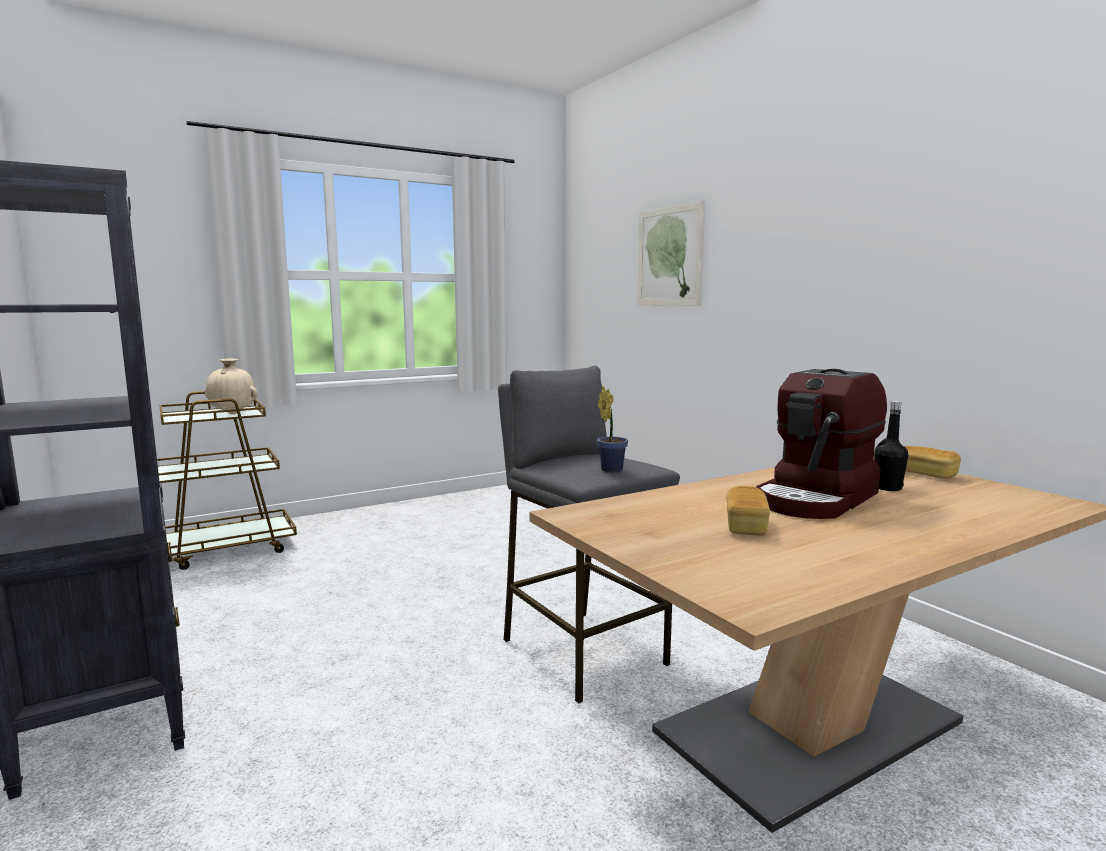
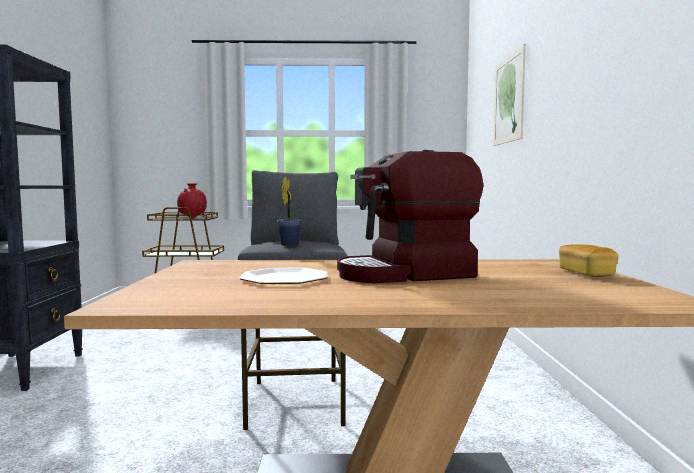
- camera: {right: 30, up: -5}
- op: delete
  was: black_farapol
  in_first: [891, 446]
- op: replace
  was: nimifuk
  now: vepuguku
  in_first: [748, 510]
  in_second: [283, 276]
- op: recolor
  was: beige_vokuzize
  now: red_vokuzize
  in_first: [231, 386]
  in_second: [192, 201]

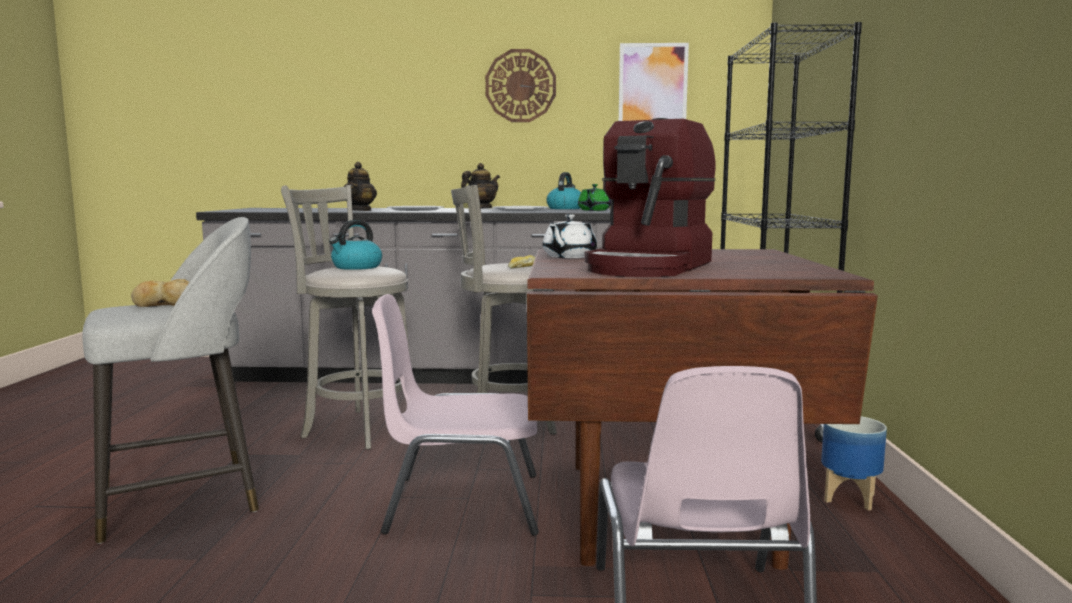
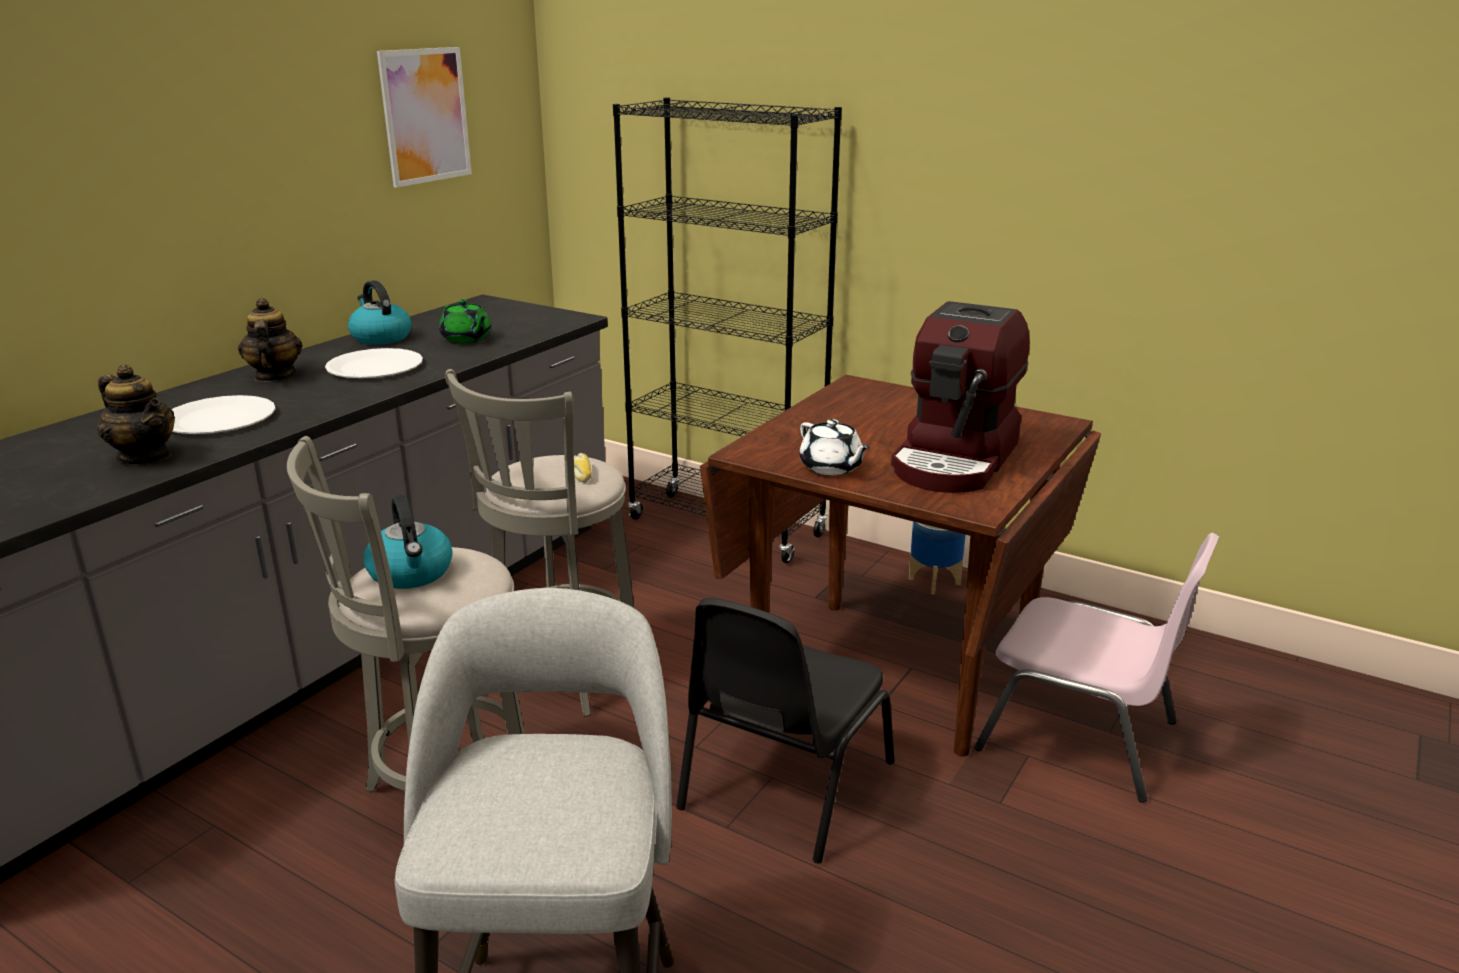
- camera: {right: -60, up: 15}
- op: delete
  was: nimifuk
  in_first: [160, 293]
- op: delete
  was: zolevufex
  in_first: [520, 85]
- op: recolor
  was: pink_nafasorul
  now: black_nafasorul
  in_first: [455, 415]
  in_second: [785, 730]
- op: rotate
  was: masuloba
  in_first: [650, 197]
  in_second: [960, 397]
  clockwise: 60

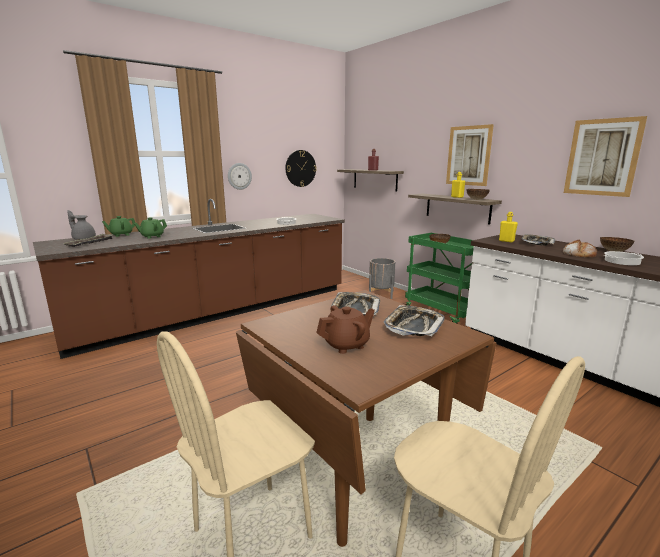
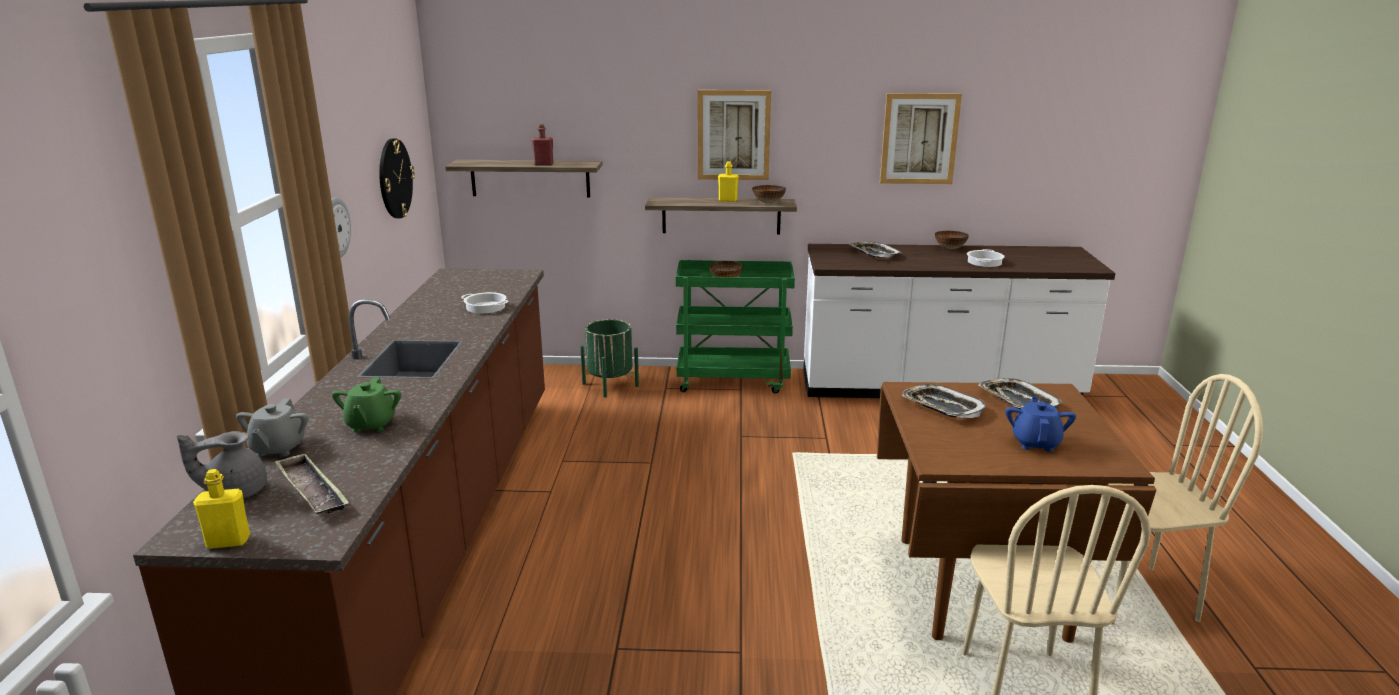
- camera: {right: -50, up: 5}
- op: delete
  was: nimifuk
  in_first: [580, 248]
- op: move
  was: yellow_farapol
  in_first: [508, 227]
  in_second: [221, 509]
- op: recolor
  was: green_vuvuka
  now: grey_vuvuka
  in_first: [118, 226]
  in_second: [272, 427]
- op: recolor
  was: brown_vuvuka
  now: blue_vuvuka
  in_first: [345, 329]
  in_second: [1040, 424]
- op: recolor
  was: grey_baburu
  now: green_baburu
  in_first: [382, 278]
  in_second: [609, 358]

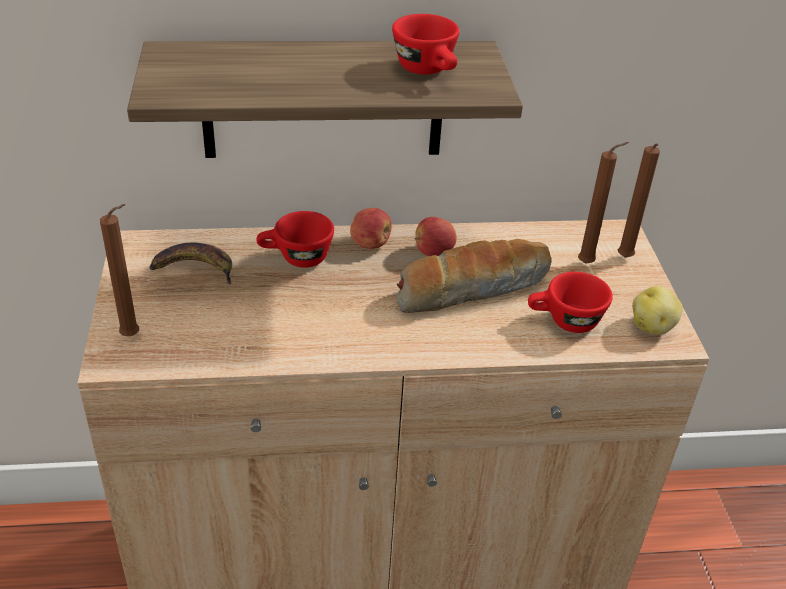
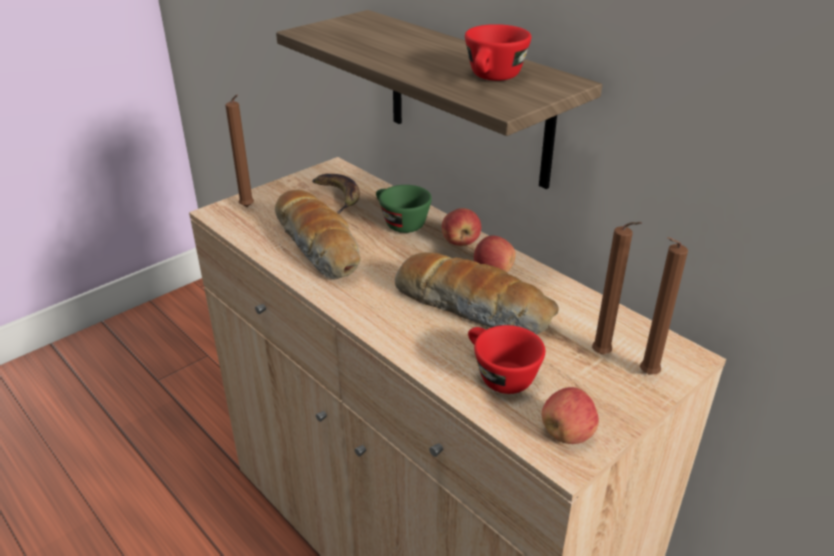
- camera: {right: 55, up: -5}
- op: insert
  now: nimifuk
  in_second: [318, 235]
- op: replace
  was: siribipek
  now: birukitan
  in_first: [657, 310]
  in_second: [570, 415]
- op: recolor
  was: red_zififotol
  now: green_zififotol
  in_first: [295, 239]
  in_second: [404, 209]

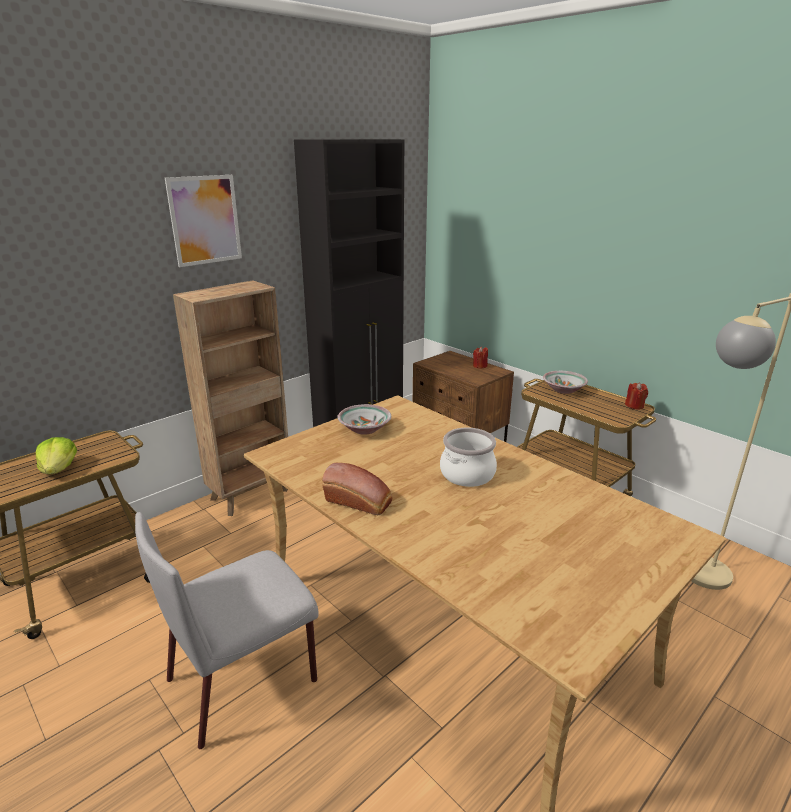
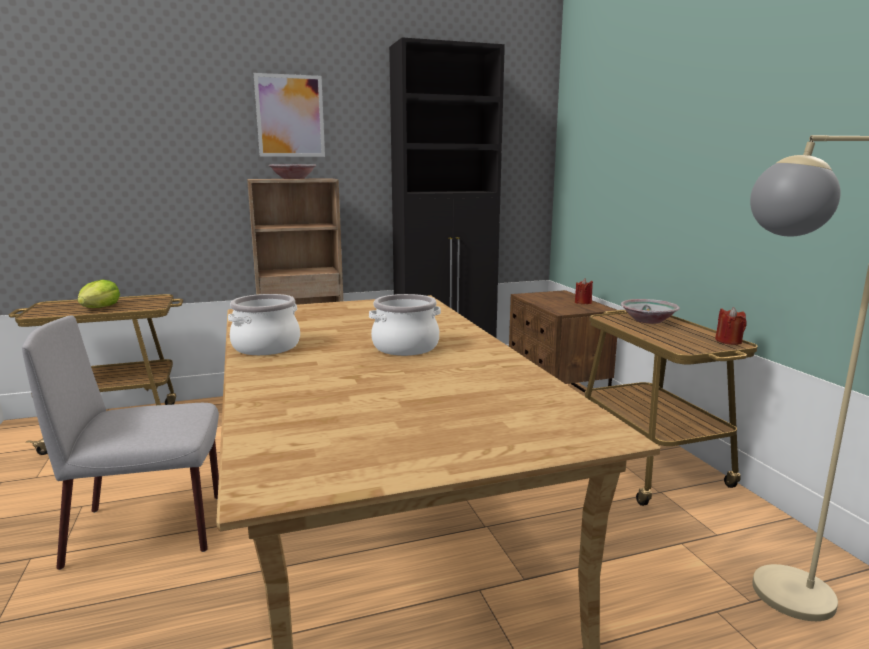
- camera: {right: 25, up: -10}
- op: move
  was: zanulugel
  in_first: [364, 419]
  in_second: [292, 171]
- op: replace
  was: nimifuk
  now: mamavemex
  in_first: [357, 489]
  in_second: [264, 324]

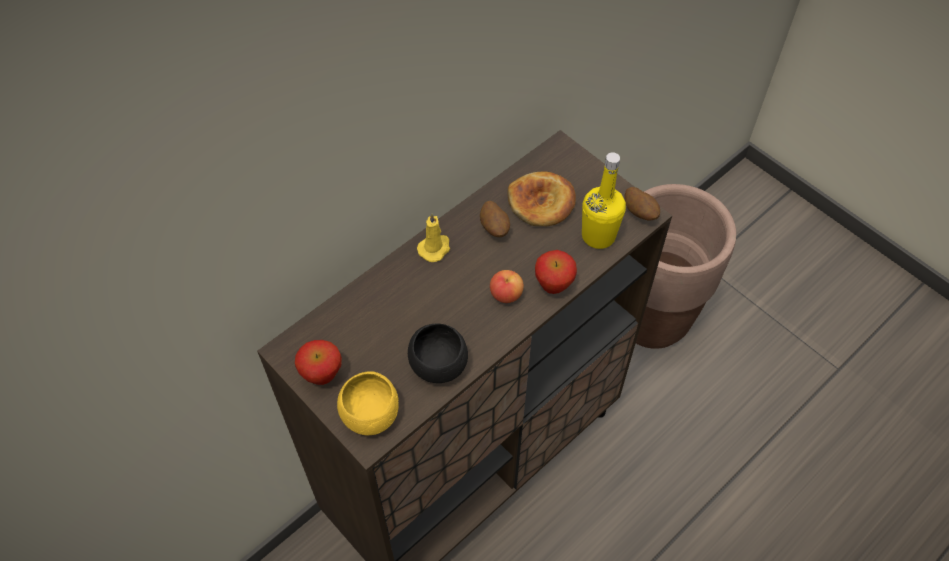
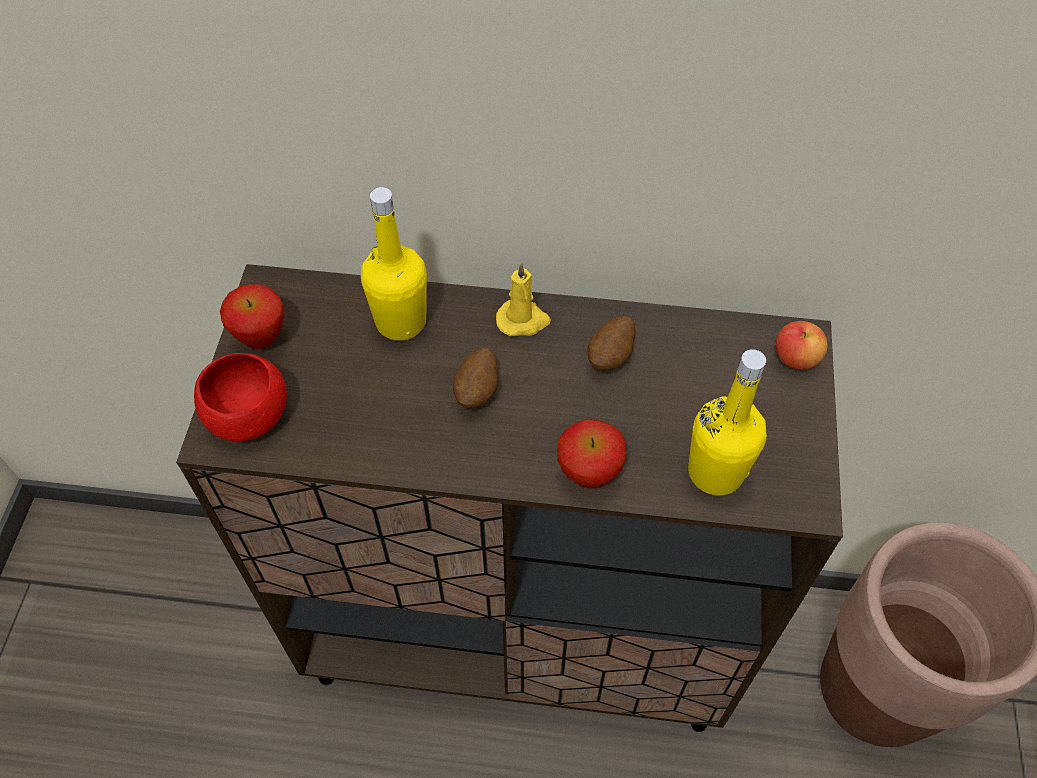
- camera: {right: 50, up: 0}
- op: delete
  was: black_zanulugel
  in_first: [438, 353]
- op: delete
  was: nimifuk
  in_first: [541, 198]
- op: insert
  now: yellow_farapol
  in_second: [394, 264]
- op: move
  was: birukitan
  in_first: [507, 286]
  in_second: [802, 345]
- op: move
  was: siribipek
  in_first: [642, 204]
  in_second: [475, 378]
- op: recolor
  was: yellow_zanulugel
  now: red_zanulugel
  in_first: [368, 403]
  in_second: [240, 397]

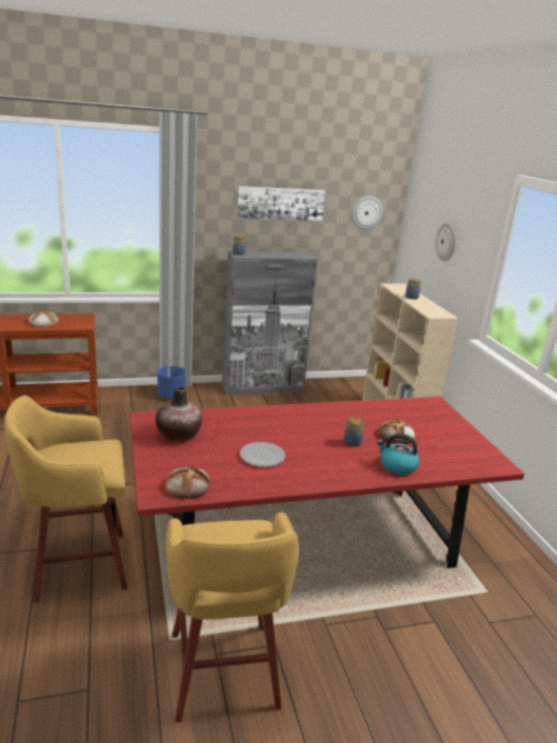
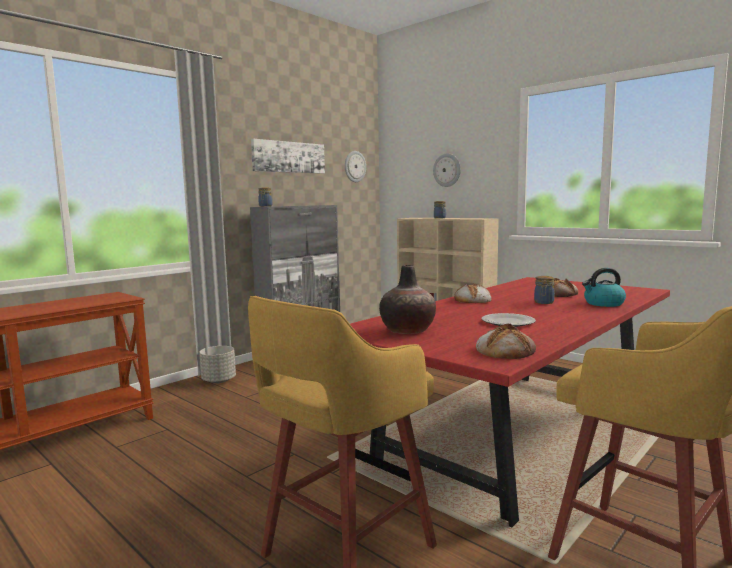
- camera: {right: -30, up: -15}
- op: move
  was: nimifuk
  in_first: [44, 318]
  in_second: [473, 293]
- op: recolor
  was: blue_baburu
  now: grey_baburu
  in_first: [171, 382]
  in_second: [217, 364]

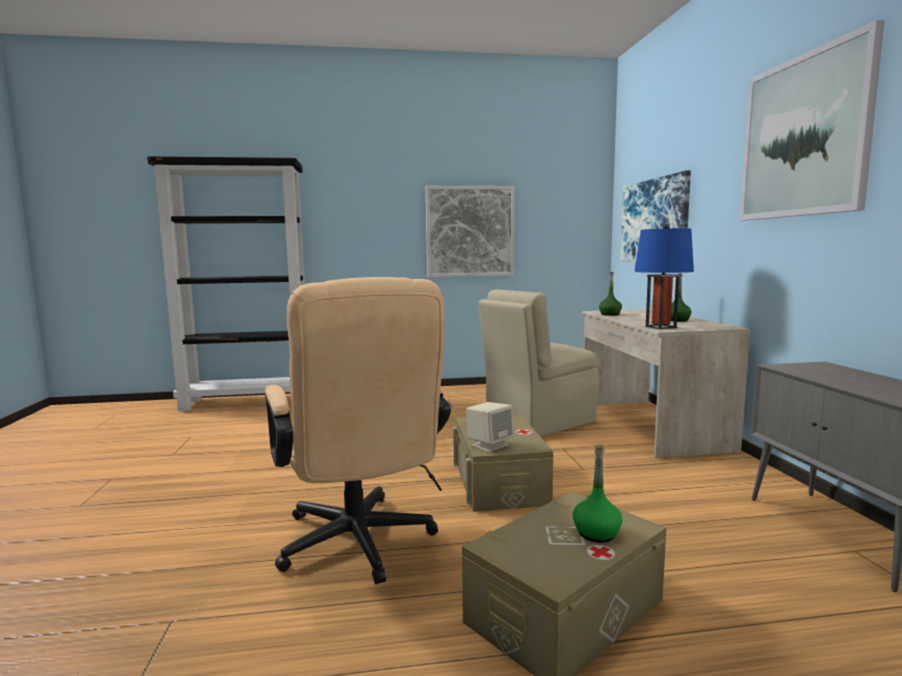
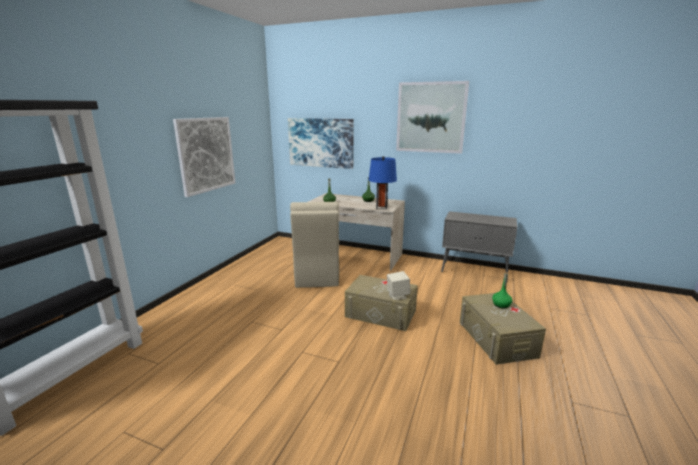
- camera: {right: -60, up: 10}
- op: delete
  was: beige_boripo
  in_first: [358, 430]

